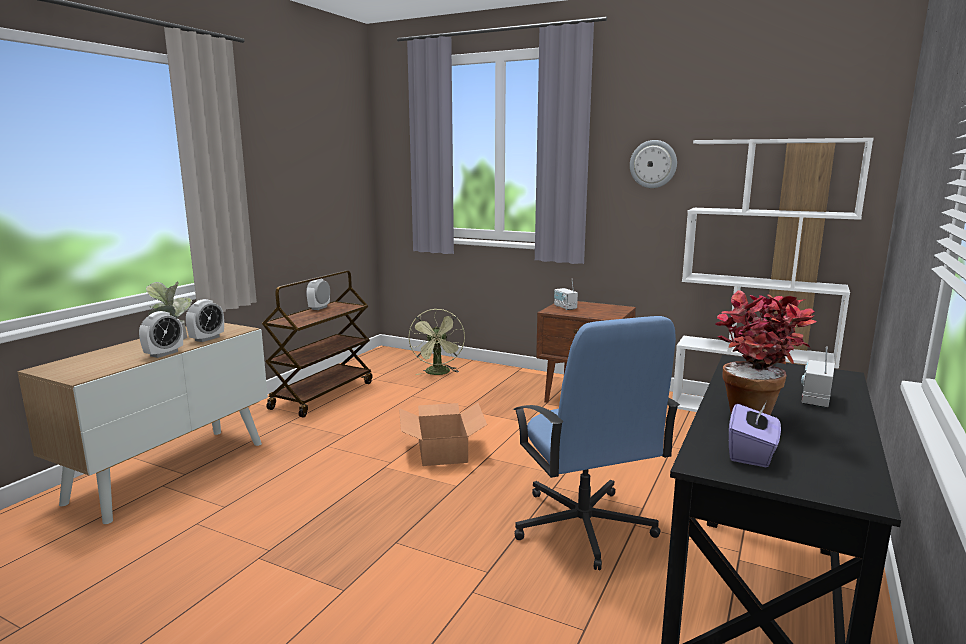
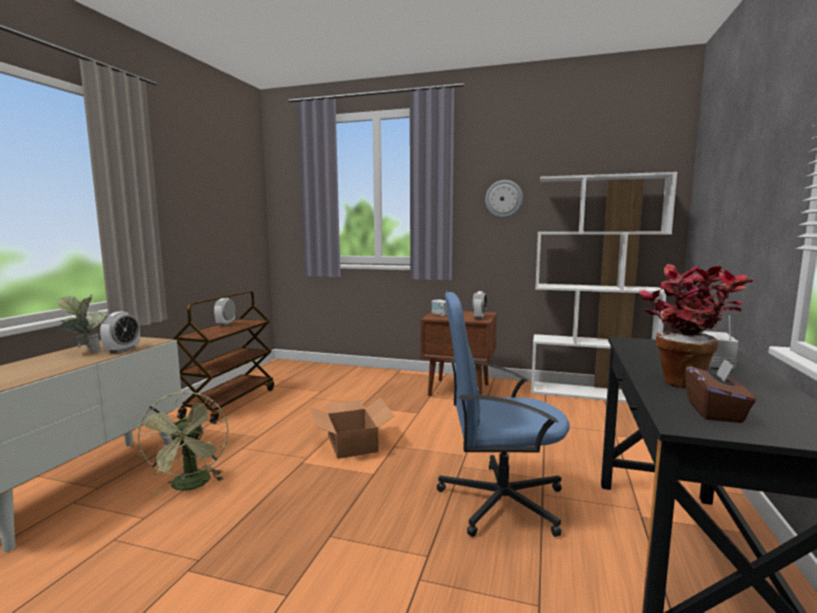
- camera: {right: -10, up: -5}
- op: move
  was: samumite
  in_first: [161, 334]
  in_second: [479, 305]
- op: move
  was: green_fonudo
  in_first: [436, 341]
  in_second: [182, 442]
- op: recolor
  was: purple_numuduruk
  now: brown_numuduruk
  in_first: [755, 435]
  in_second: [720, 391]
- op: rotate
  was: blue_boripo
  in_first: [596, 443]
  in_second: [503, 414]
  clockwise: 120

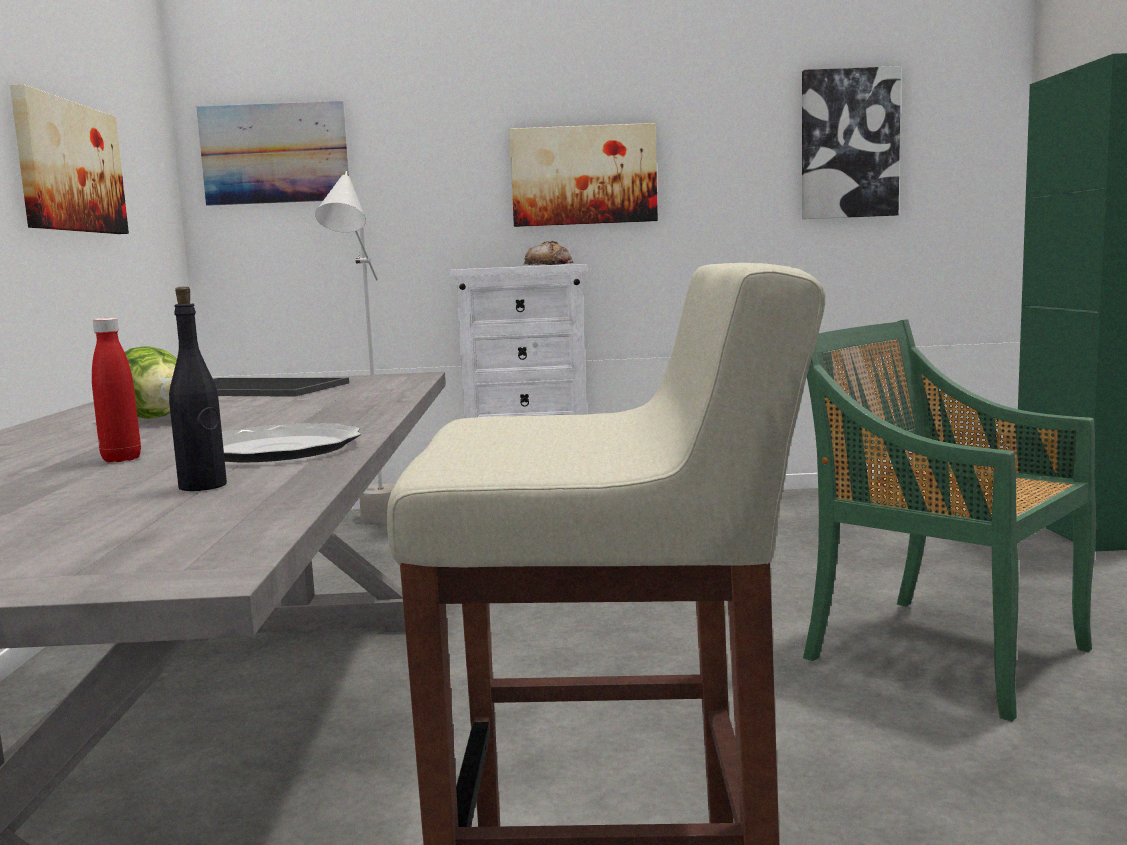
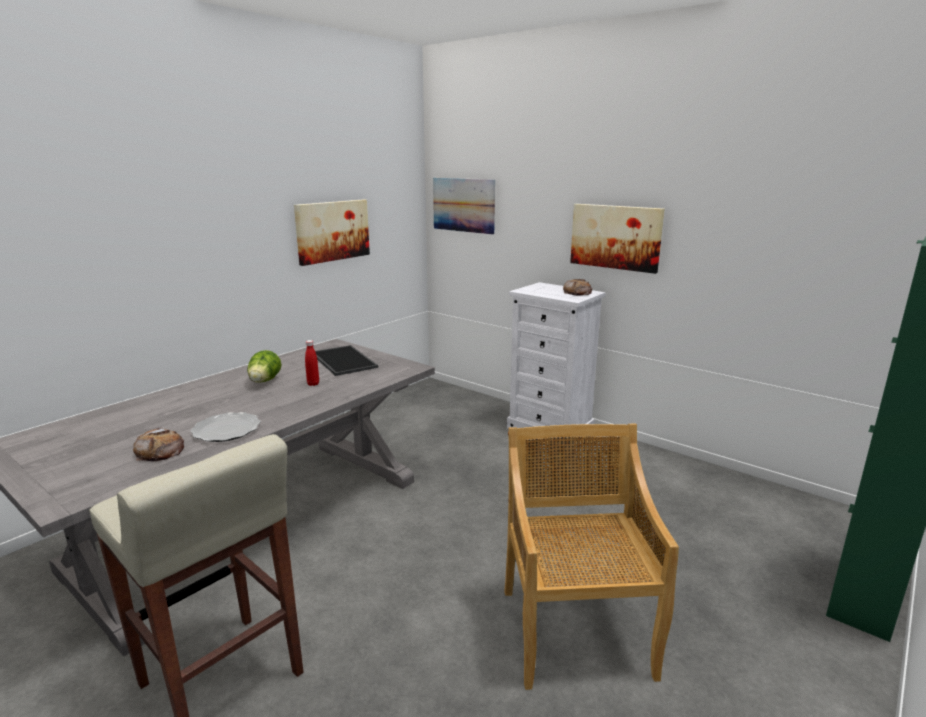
- camera: {right: 40, up: 10}
- op: delete
  was: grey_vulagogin
  in_first: [355, 347]
- op: delete
  was: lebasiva
  in_first: [851, 142]
- op: move
  was: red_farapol
  in_first: [116, 390]
  in_second: [312, 363]
- op: replace
  was: black_farapol
  now: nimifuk
  in_first: [198, 388]
  in_second: [158, 444]
- op: recolor
  was: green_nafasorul
  now: beige_nafasorul
  in_first: [949, 520]
  in_second: [591, 556]

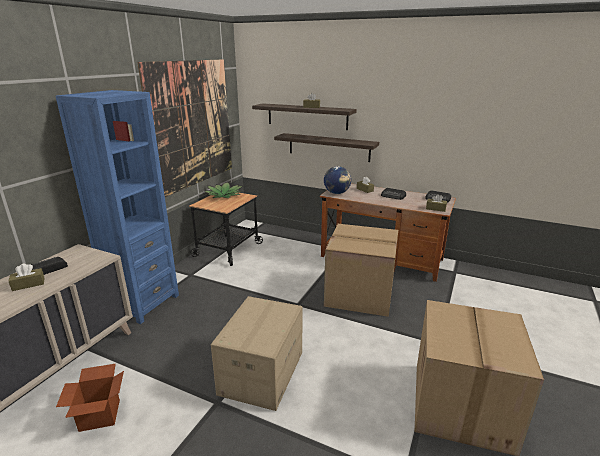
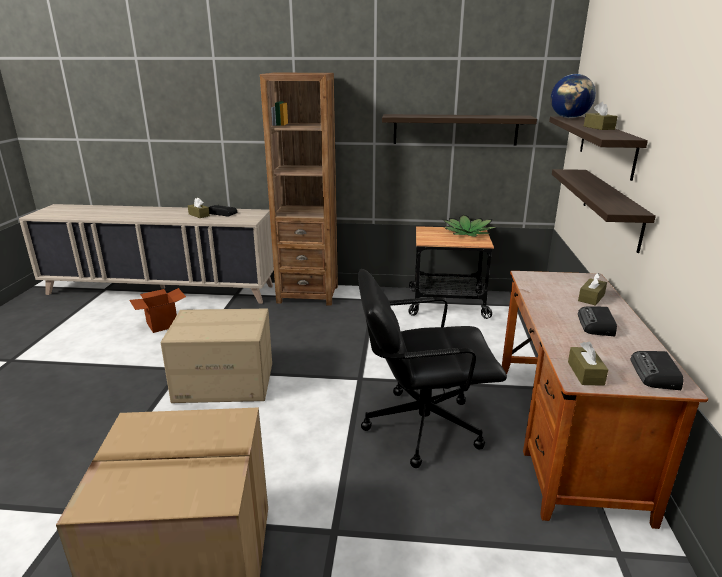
- camera: {right: 70, up: 0}
- op: move
  was: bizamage
  in_first: [337, 180]
  in_second: [573, 96]
- op: replace
  was: lebasiva
  now: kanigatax
  in_first: [184, 128]
  in_second: [459, 130]
- op: replace
  was: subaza
  now: black_boripo
  in_first: [361, 270]
  in_second: [432, 368]
- op: recolor
  was: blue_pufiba
  now: brown_pufiba
  in_first: [117, 207]
  in_second: [299, 189]

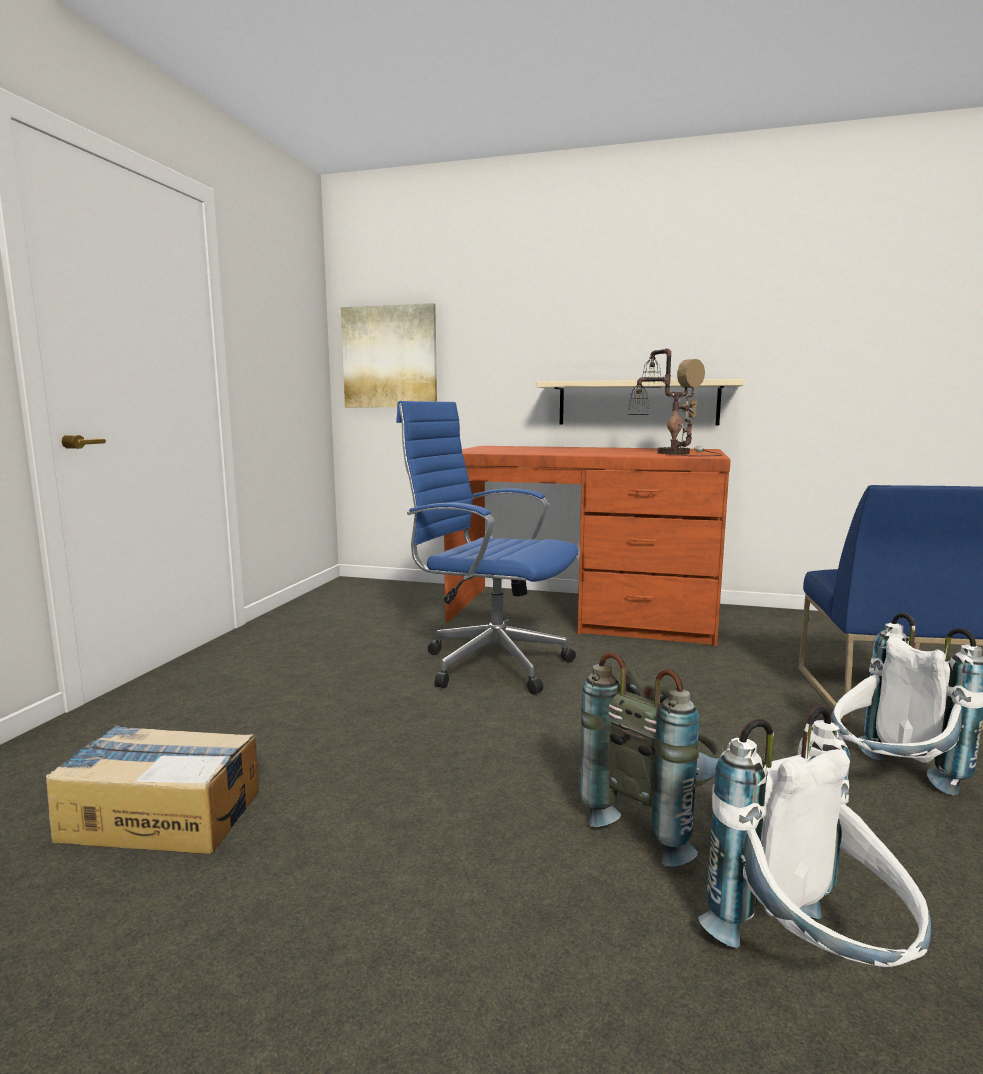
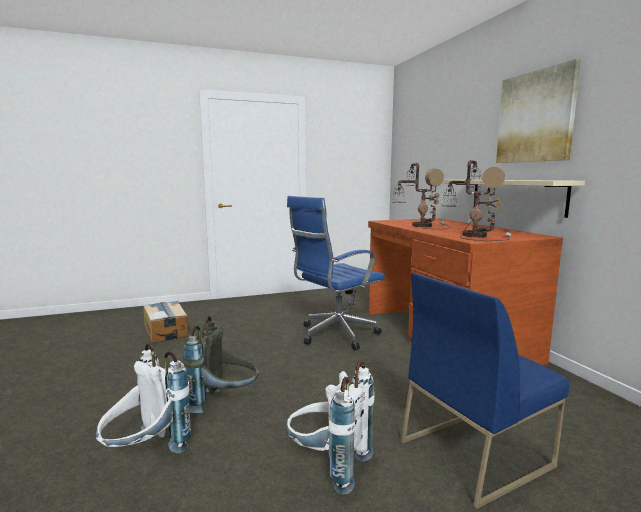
- camera: {right: 55, up: 0}
- op: insert
  now: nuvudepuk
  in_second: [421, 196]
- op: move
  was: lebasiva
  in_first: [389, 355]
  in_second: [538, 111]
- op: rotate
  was: blue_boripo
  in_first: [487, 548]
  in_second: [336, 273]
  clockwise: -120

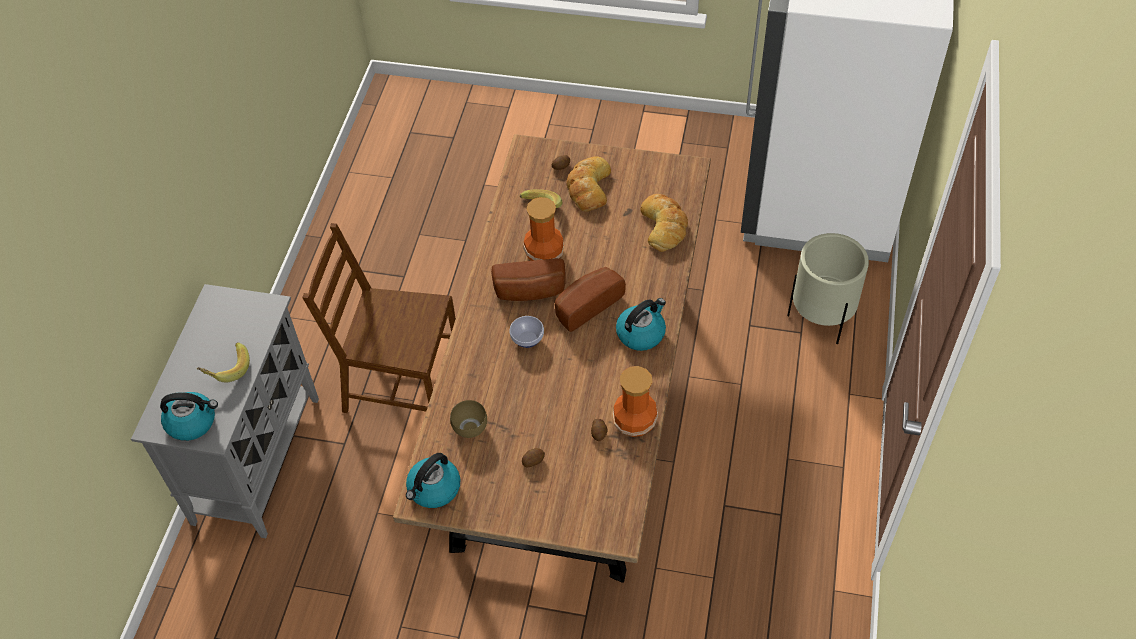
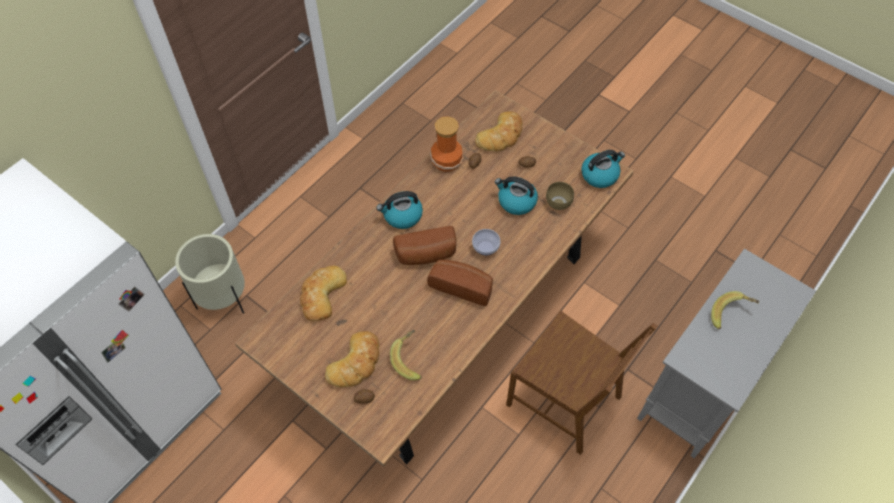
- camera: {right: -155, up: 5}
- op: delete
  was: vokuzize
  in_first: [544, 229]
- op: insert
  now: nimifuk
  in_second: [499, 131]
- op: move
  was: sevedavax
  in_first: [189, 416]
  in_second: [516, 195]

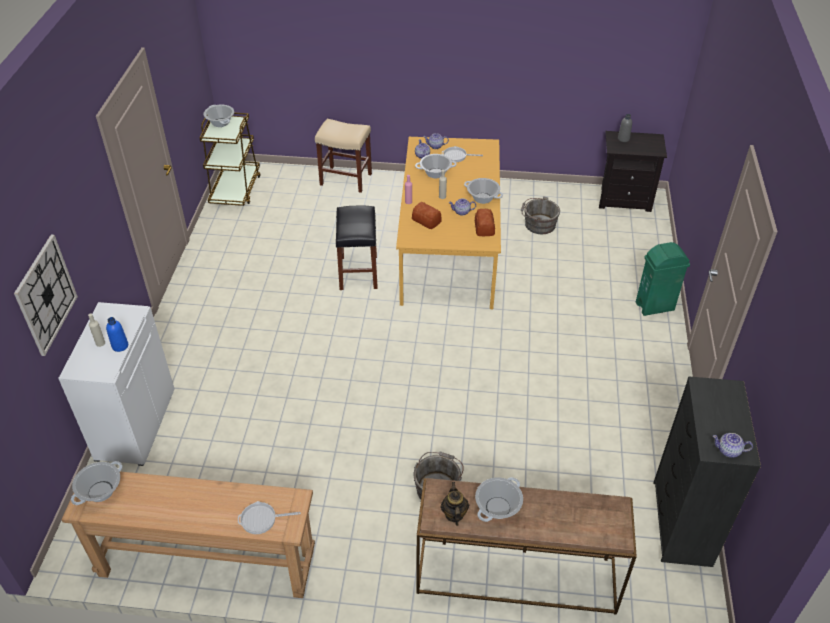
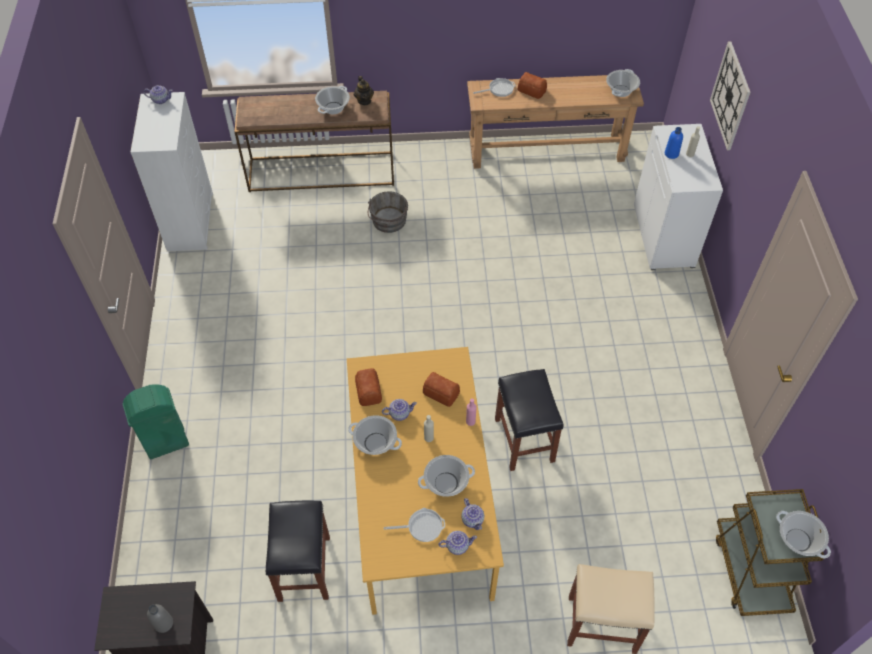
- camera: {right: 170, up: 10}
- op: insert
  now: nimifuk
  in_second: [532, 85]
- op: replace
  was: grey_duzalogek
  now: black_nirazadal
  in_first: [540, 215]
  in_second: [298, 551]
- op: recolor
  was: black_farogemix
  now: white_farogemix
  in_first: [707, 471]
  in_second: [171, 172]

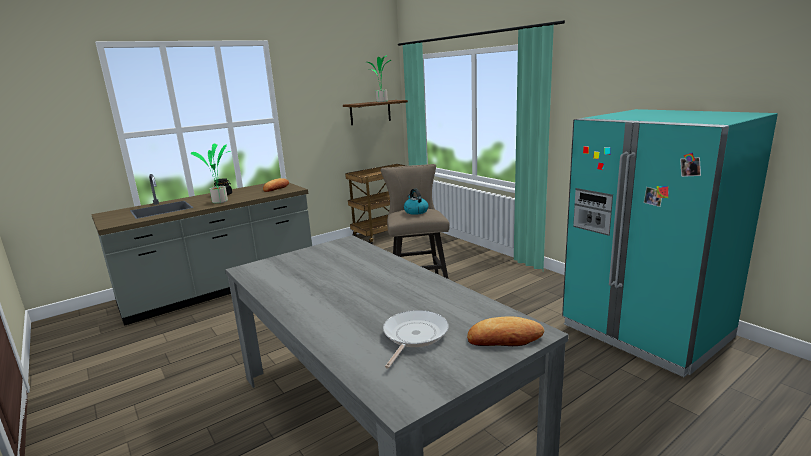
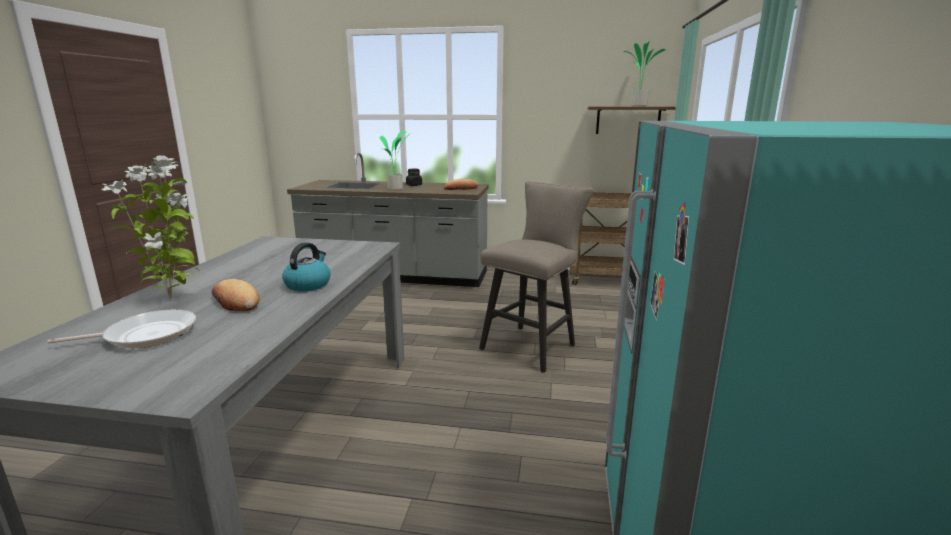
- camera: {right: 45, up: 0}
- op: insert
  now: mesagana
  in_second: [150, 227]
- op: move
  was: sevedavax
  in_first: [416, 202]
  in_second: [306, 266]
- op: move
  was: nimifuk
  in_first: [505, 331]
  in_second: [236, 295]

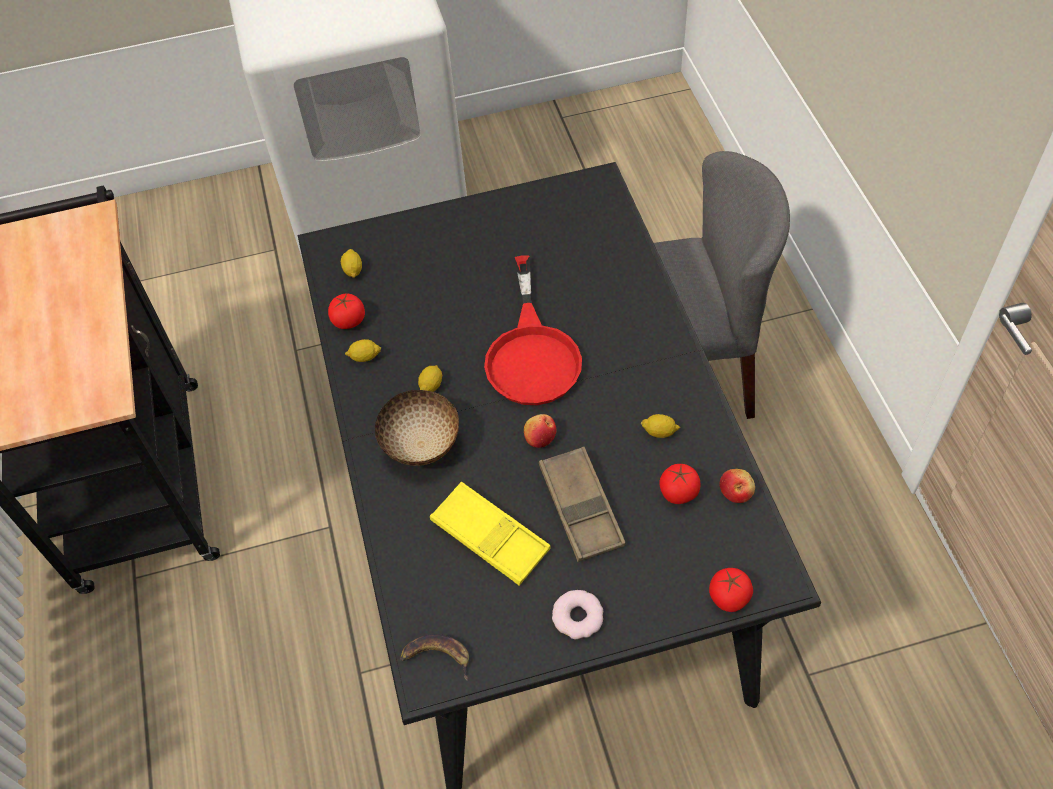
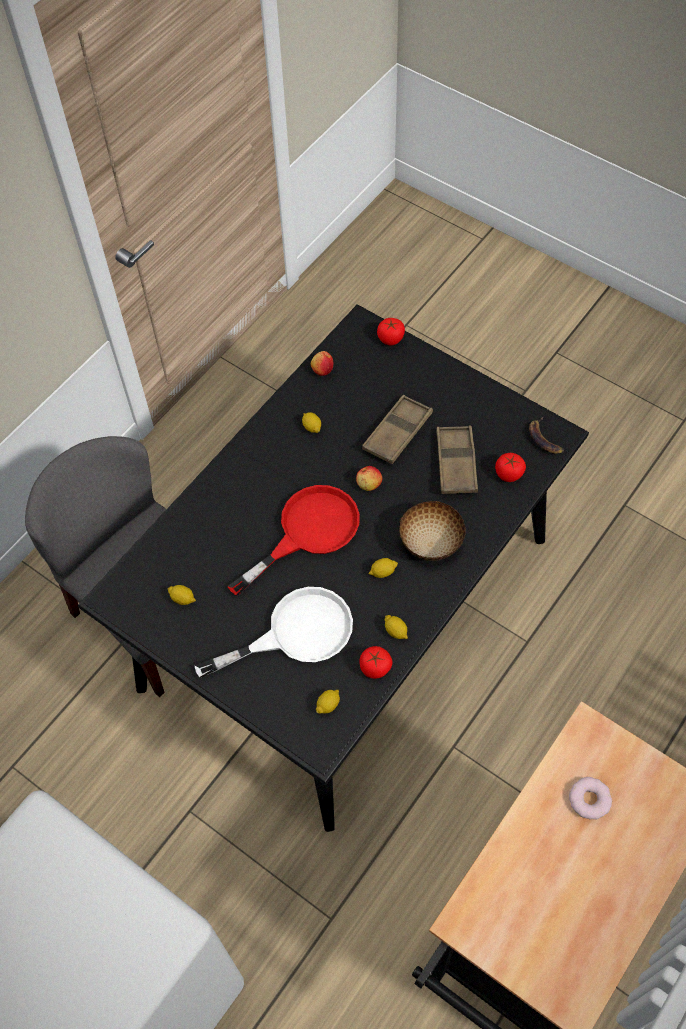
- camera: {right: -130, up: 5}
- op: insert
  now: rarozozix
  in_second: [182, 595]
- op: insert
  now: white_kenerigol
  in_second: [273, 632]
- op: move
  was: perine
  in_first: [577, 614]
  in_second: [590, 798]
- op: move
  was: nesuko
  in_first: [680, 484]
  in_second: [510, 467]
- op: recolor
  was: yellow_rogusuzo
  now: brown_rogusuzo
  in_first: [490, 534]
  in_second: [457, 459]

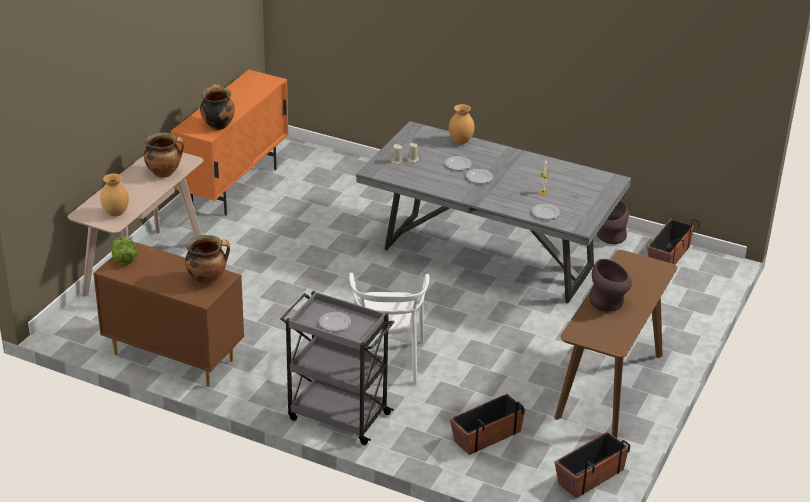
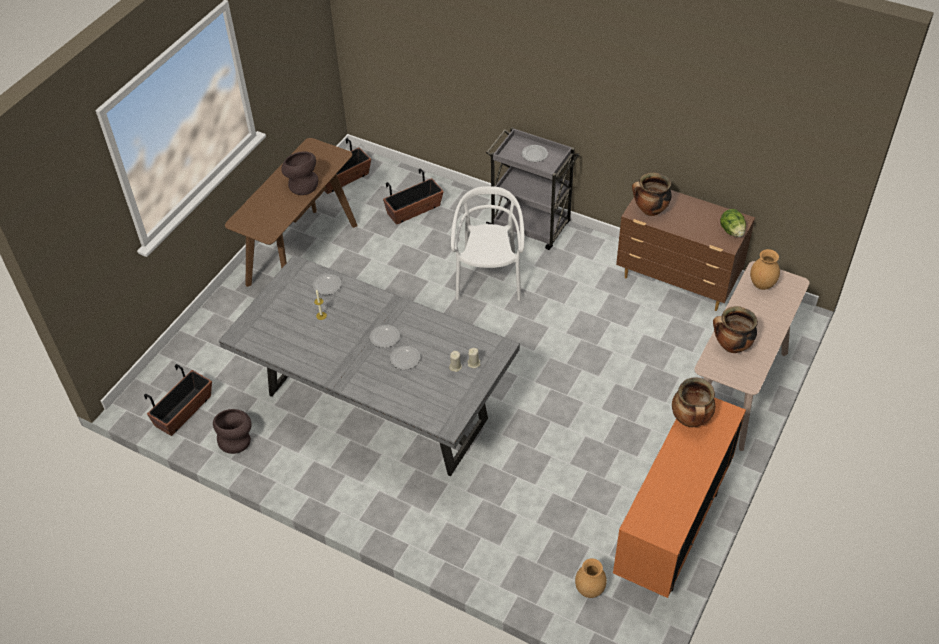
- camera: {right: -175, up: 15}
- op: move
  was: brown_vokuzize
  in_first: [461, 124]
  in_second: [591, 578]

